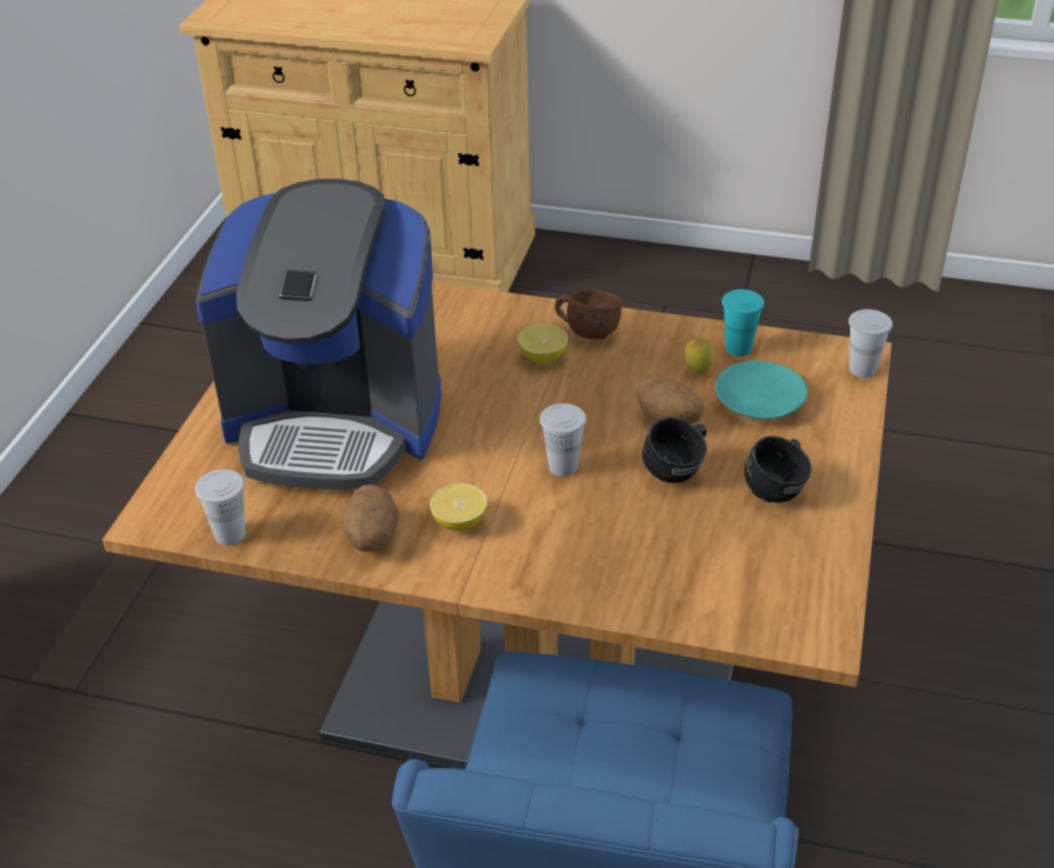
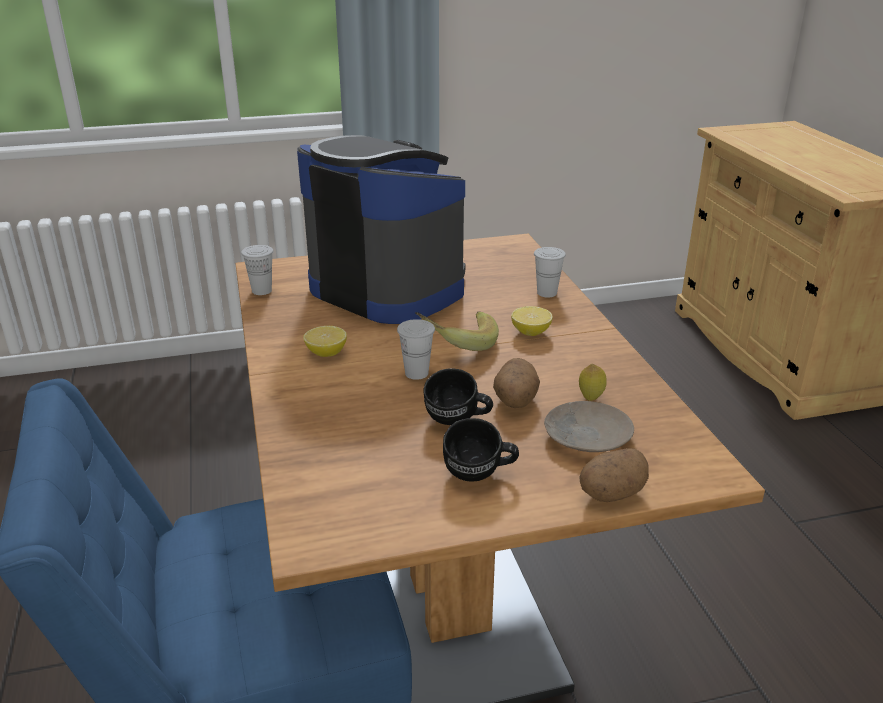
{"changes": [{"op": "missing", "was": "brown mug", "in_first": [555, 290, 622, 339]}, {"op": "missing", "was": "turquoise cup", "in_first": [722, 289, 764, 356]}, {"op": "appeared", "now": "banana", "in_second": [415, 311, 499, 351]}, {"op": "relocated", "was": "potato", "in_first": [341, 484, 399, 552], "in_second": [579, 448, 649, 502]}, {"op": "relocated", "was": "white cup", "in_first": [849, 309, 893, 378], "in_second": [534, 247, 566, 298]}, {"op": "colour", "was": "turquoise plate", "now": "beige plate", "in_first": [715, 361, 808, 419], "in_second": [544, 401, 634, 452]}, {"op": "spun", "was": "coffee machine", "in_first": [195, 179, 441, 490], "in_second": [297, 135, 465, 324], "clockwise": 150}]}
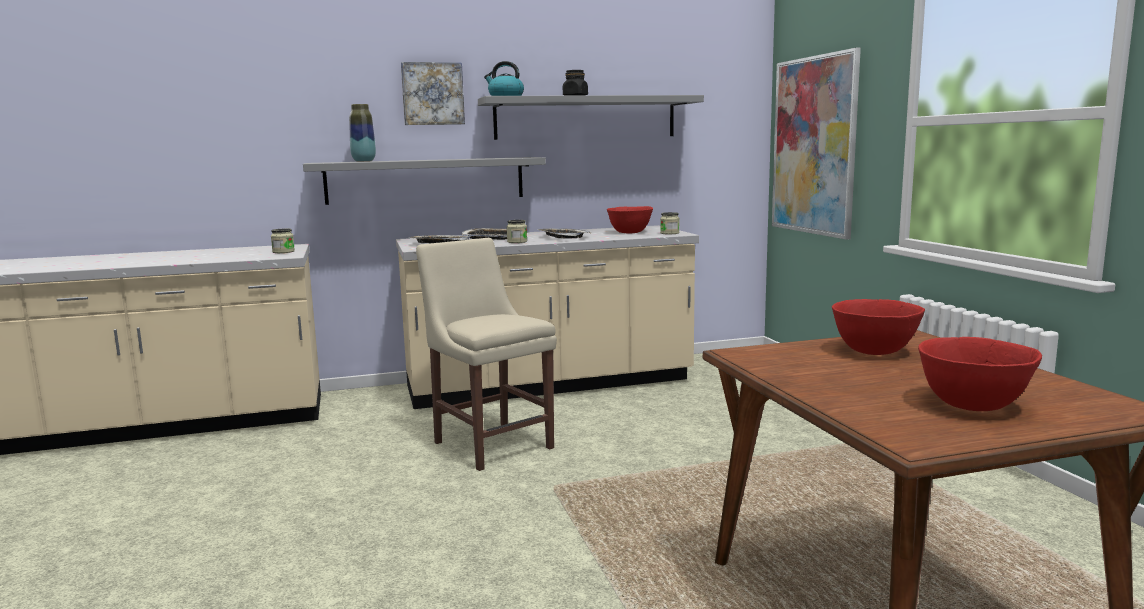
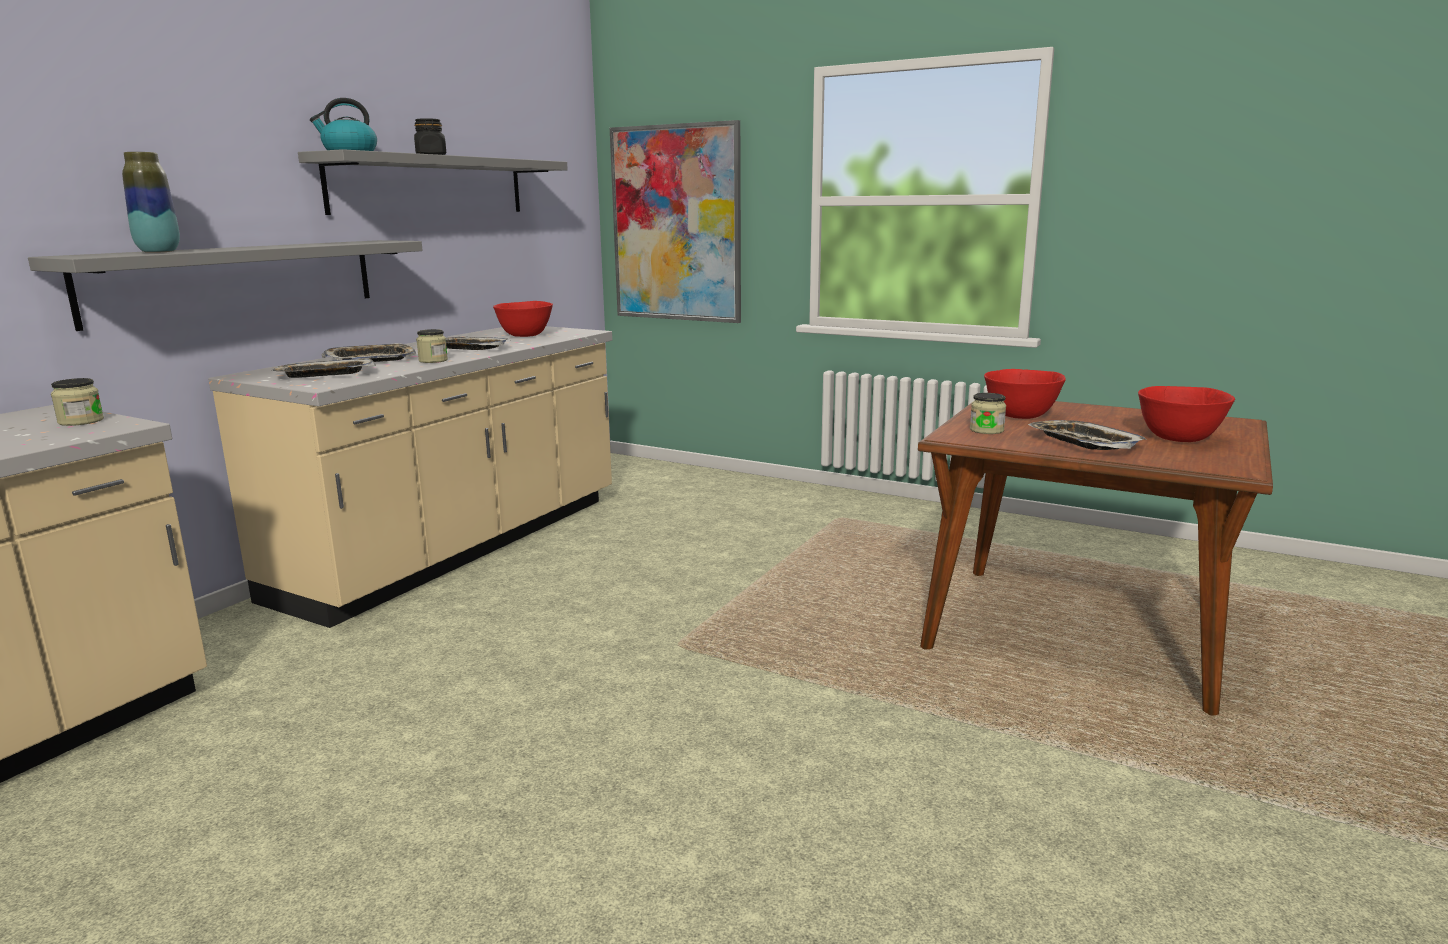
{"changes": [{"op": "missing", "was": "picture", "in_first": [401, 62, 465, 125]}, {"op": "missing", "was": "beige chair", "in_first": [416, 238, 557, 471]}, {"op": "appeared", "now": "tray", "in_second": [1028, 420, 1147, 450]}, {"op": "relocated", "was": "jar", "in_first": [660, 212, 680, 234], "in_second": [970, 393, 1006, 434]}]}
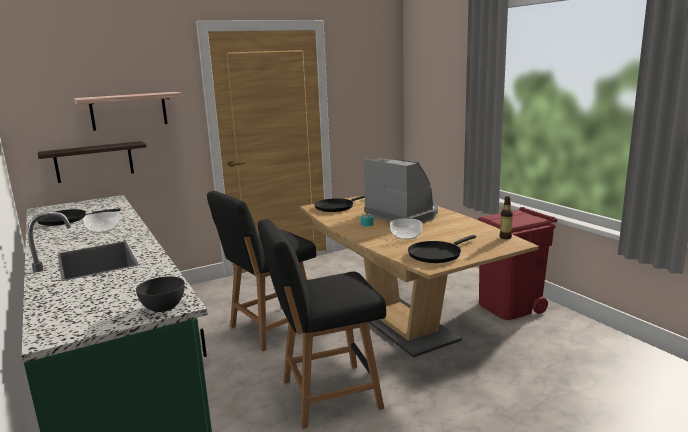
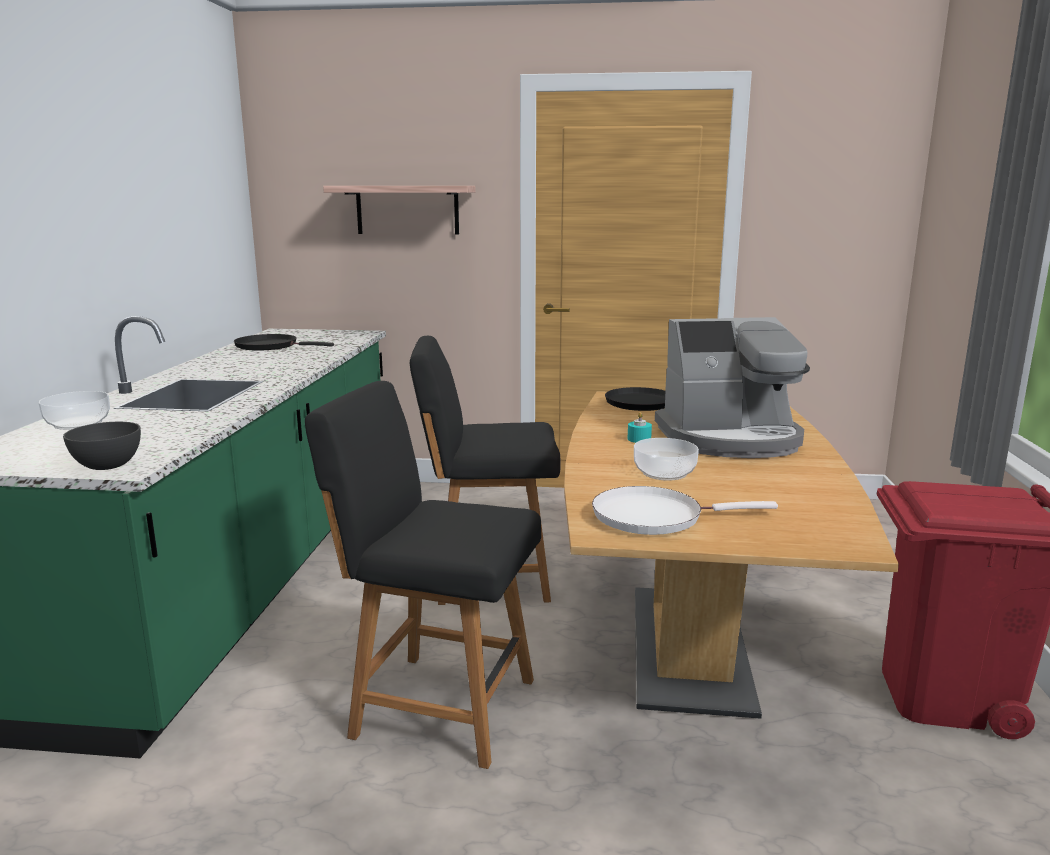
{"changes": [{"op": "missing", "was": "shelf", "in_first": [38, 141, 147, 183]}, {"op": "missing", "was": "bottle", "in_first": [500, 196, 513, 239]}, {"op": "relocated", "was": "bowl", "in_first": [83, 212, 119, 233], "in_second": [38, 391, 110, 430]}, {"op": "colour", "was": "black frying pan", "now": "white frying pan", "in_first": [408, 235, 476, 263], "in_second": [592, 486, 778, 535]}, {"op": "spun", "was": "coffee machine", "in_first": [364, 158, 438, 223], "in_second": [655, 317, 810, 458], "clockwise": 90}]}
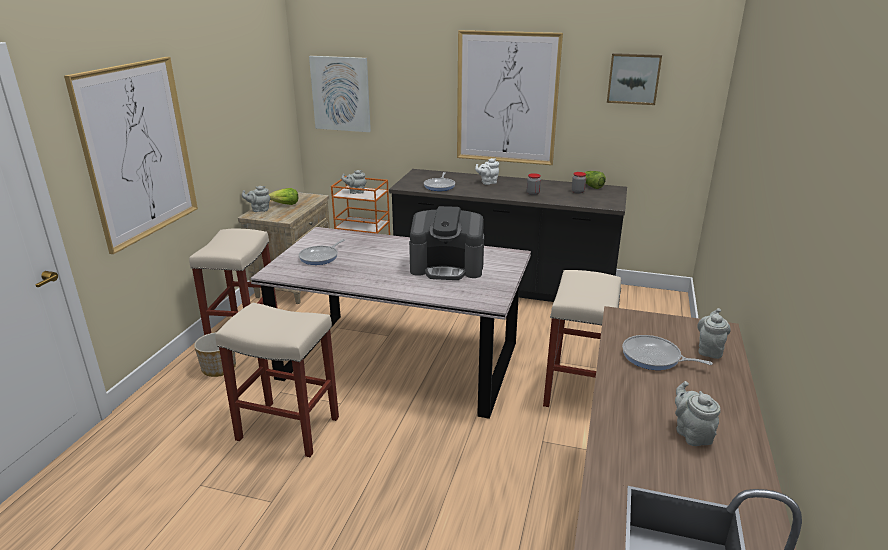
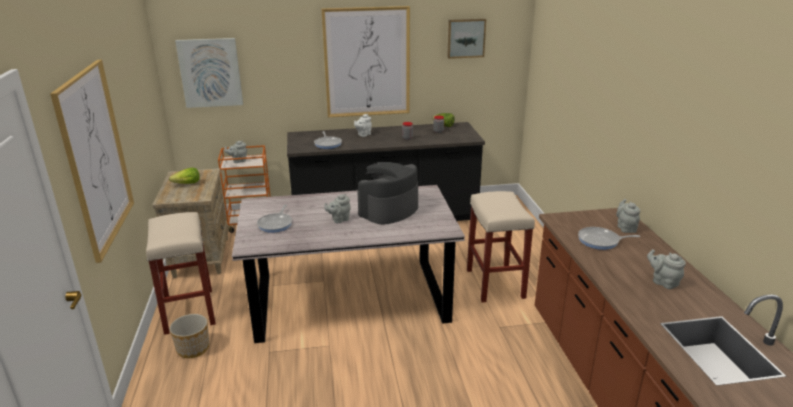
{"changes": [{"op": "missing", "was": "beige stool", "in_first": [215, 303, 339, 457]}, {"op": "relocated", "was": "grey teapot", "in_first": [242, 186, 271, 212], "in_second": [324, 194, 351, 223]}, {"op": "spun", "was": "coffee machine", "in_first": [409, 206, 484, 280], "in_second": [357, 162, 418, 224], "clockwise": 150}]}
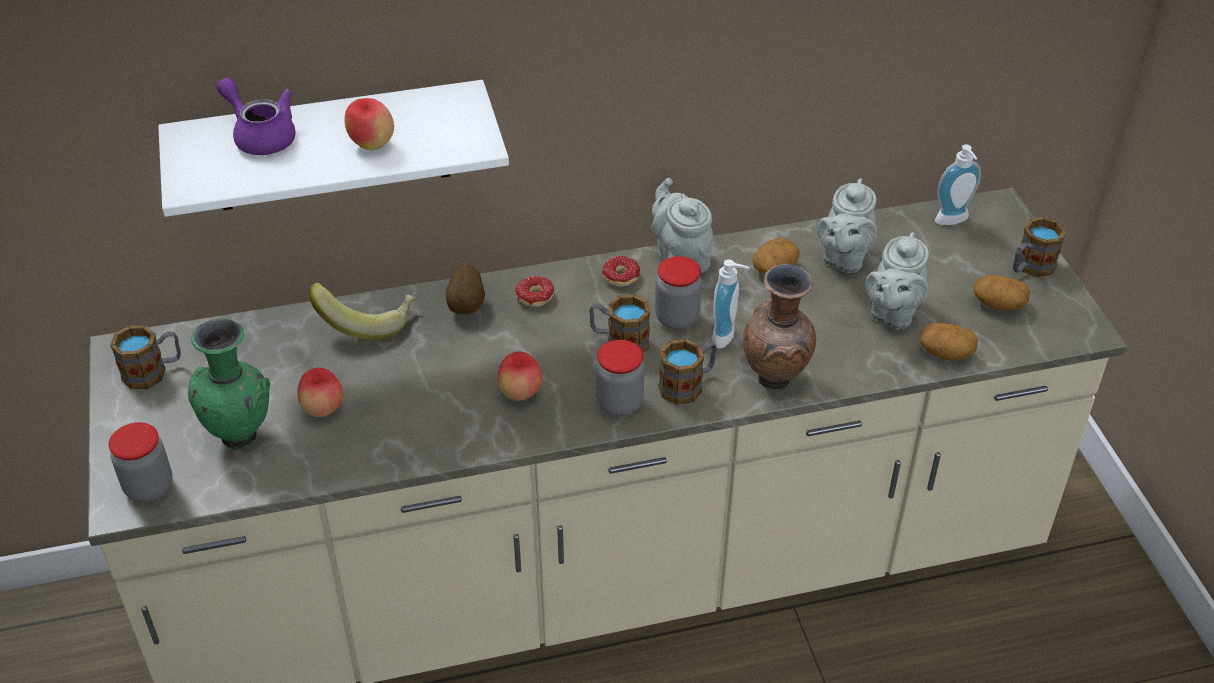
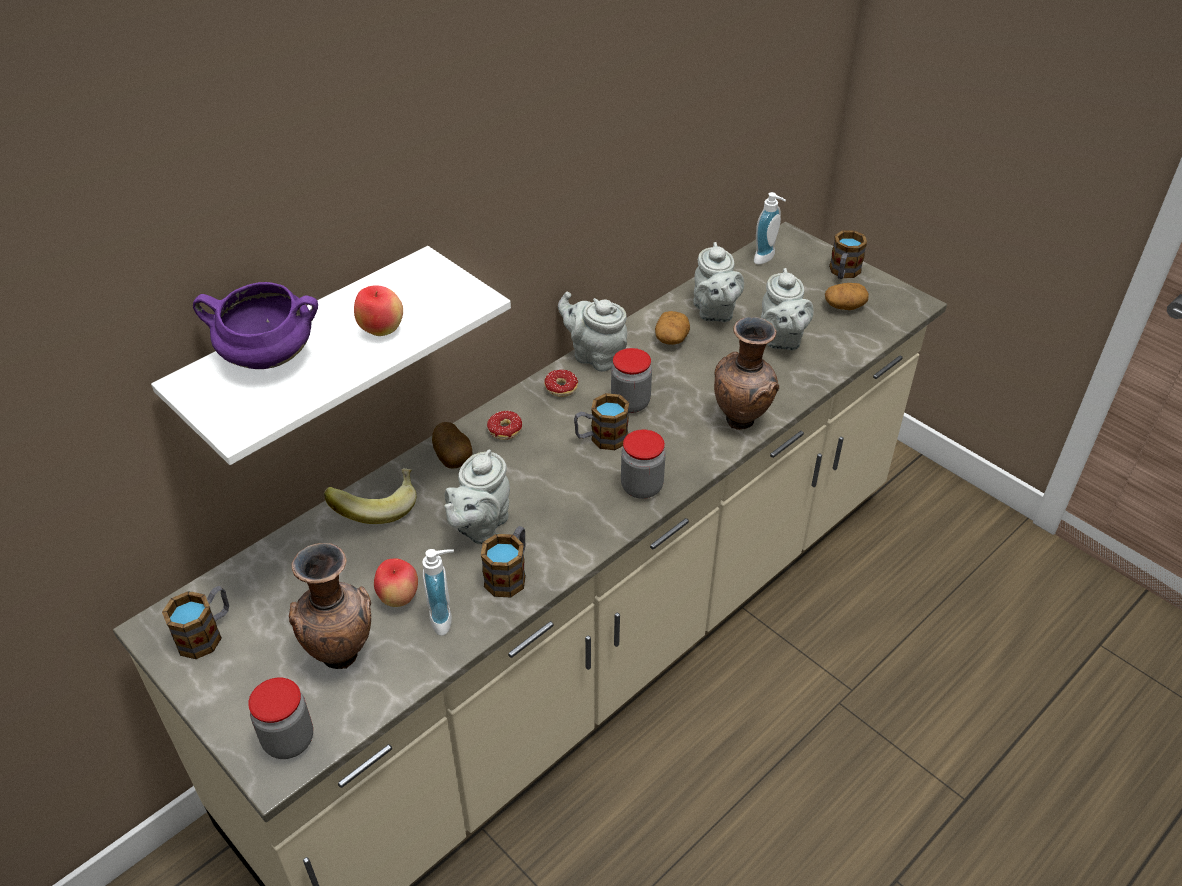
{"changes": [{"op": "missing", "was": "apple", "in_first": [498, 352, 542, 401]}, {"op": "missing", "was": "potato", "in_first": [920, 323, 978, 360]}, {"op": "appeared", "now": "grey teapot", "in_second": [444, 450, 510, 544]}, {"op": "relocated", "was": "mug", "in_first": [658, 339, 717, 405], "in_second": [481, 526, 526, 597]}, {"op": "relocated", "was": "soap dispenser", "in_first": [712, 259, 750, 349], "in_second": [422, 549, 454, 636]}, {"op": "exchanged", "was": "purple teapot", "now": "purple cooking pot", "in_first": [217, 78, 295, 155], "in_second": [193, 282, 318, 369]}, {"op": "colour", "was": "green vase", "now": "brown vase", "in_first": [188, 318, 270, 450], "in_second": [289, 543, 371, 669]}]}
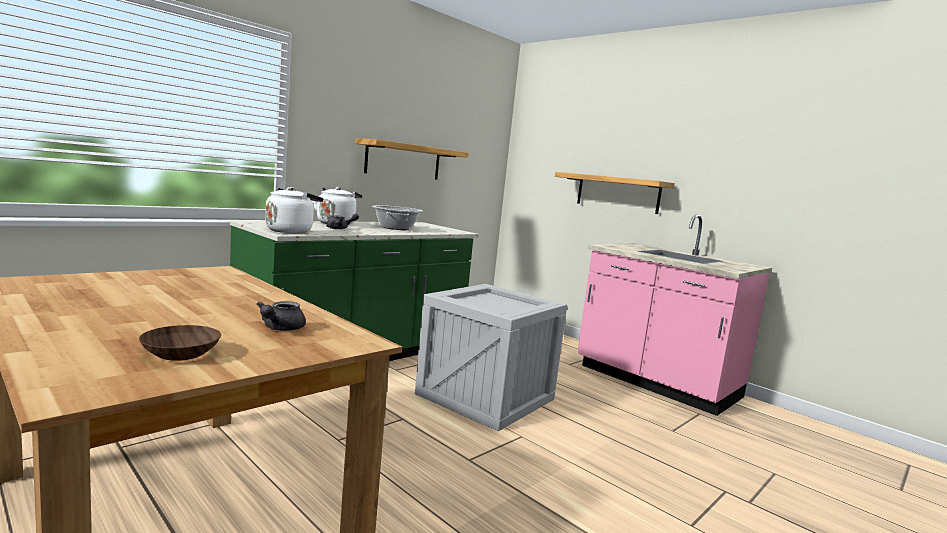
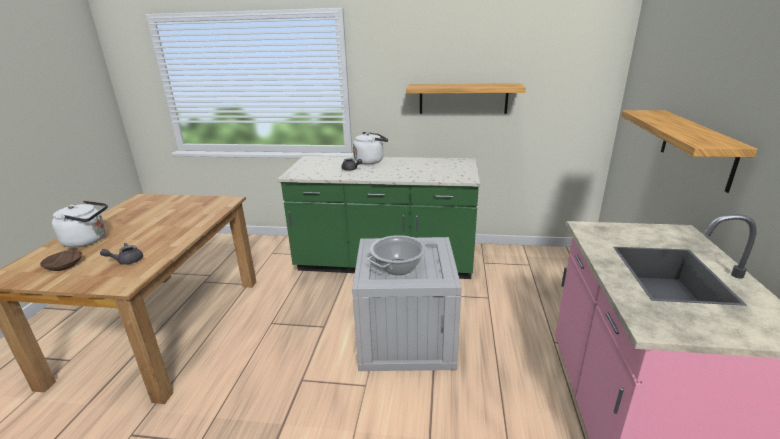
{"changes": [{"op": "relocated", "was": "white kettle", "in_first": [265, 187, 324, 233], "in_second": [52, 200, 108, 248]}, {"op": "relocated", "was": "cooking pot", "in_first": [372, 205, 422, 230], "in_second": [367, 235, 427, 275]}]}
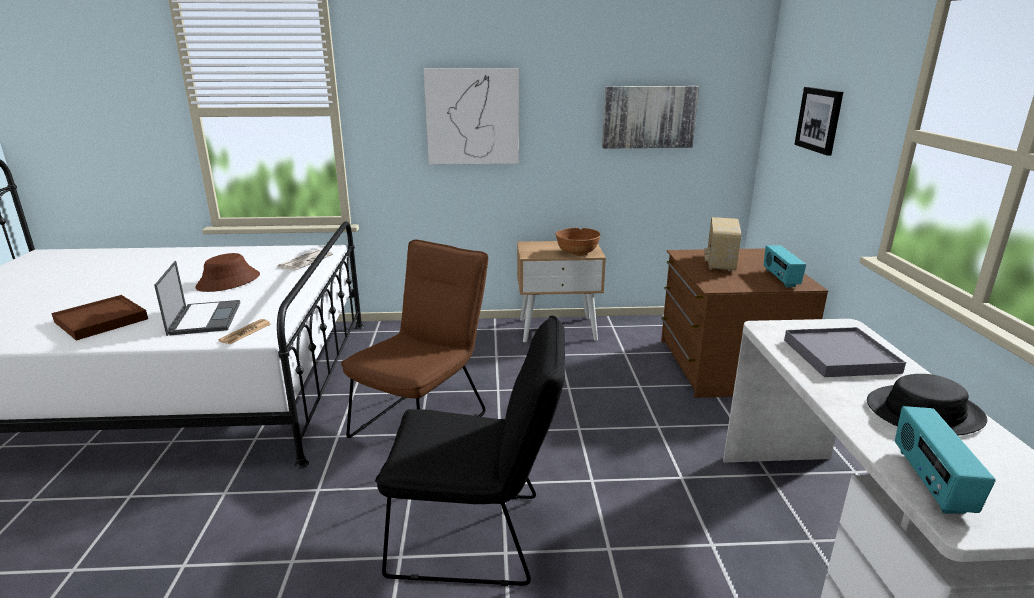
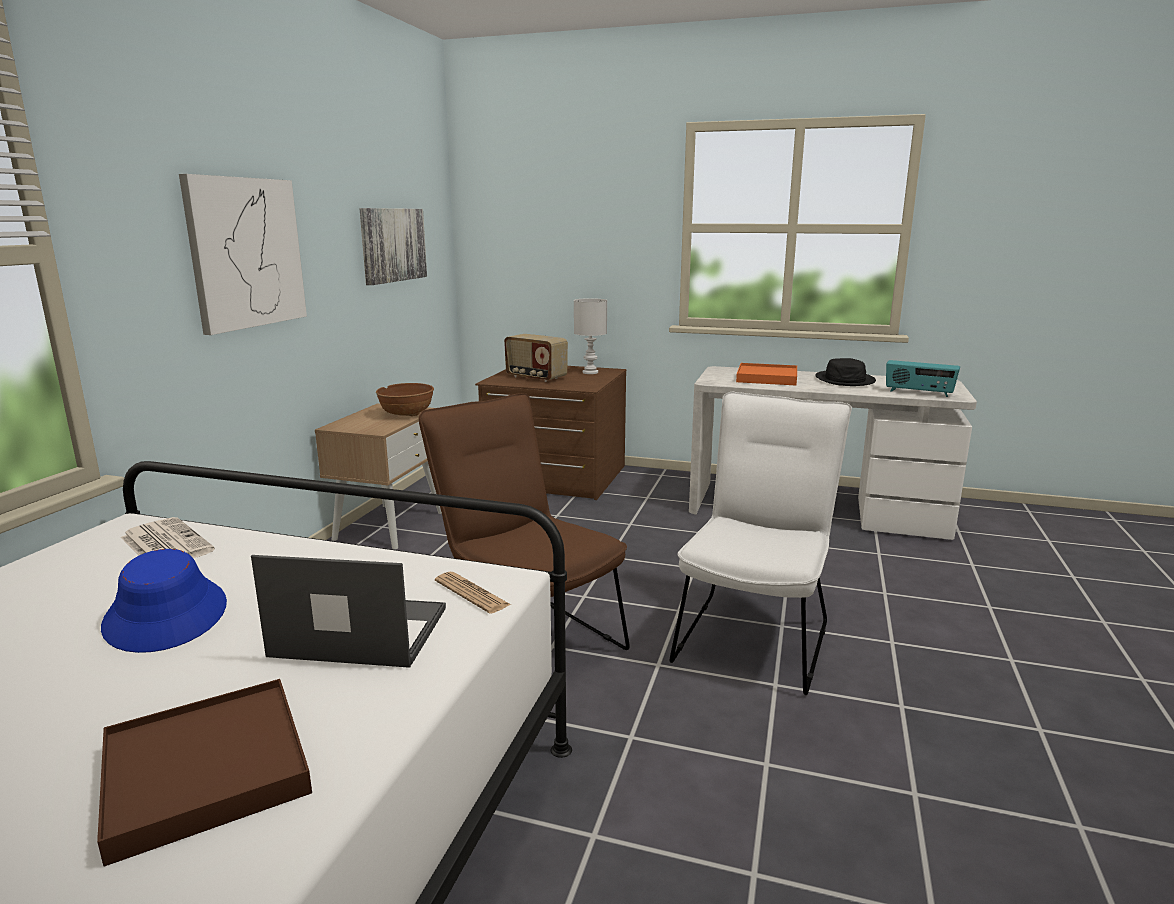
{"changes": [{"op": "missing", "was": "picture", "in_first": [794, 87, 843, 155]}, {"op": "exchanged", "was": "radio", "now": "white table lamp", "in_first": [764, 245, 806, 287], "in_second": [574, 298, 607, 374]}, {"op": "colour", "was": "brown hat", "now": "blue hat", "in_first": [195, 253, 260, 292], "in_second": [101, 549, 227, 653]}, {"op": "colour", "was": "black chair", "now": "white chair", "in_first": [375, 316, 565, 586], "in_second": [670, 392, 852, 695]}, {"op": "colour", "was": "grey tray", "now": "orange tray", "in_first": [784, 327, 906, 377], "in_second": [736, 363, 797, 385]}]}
